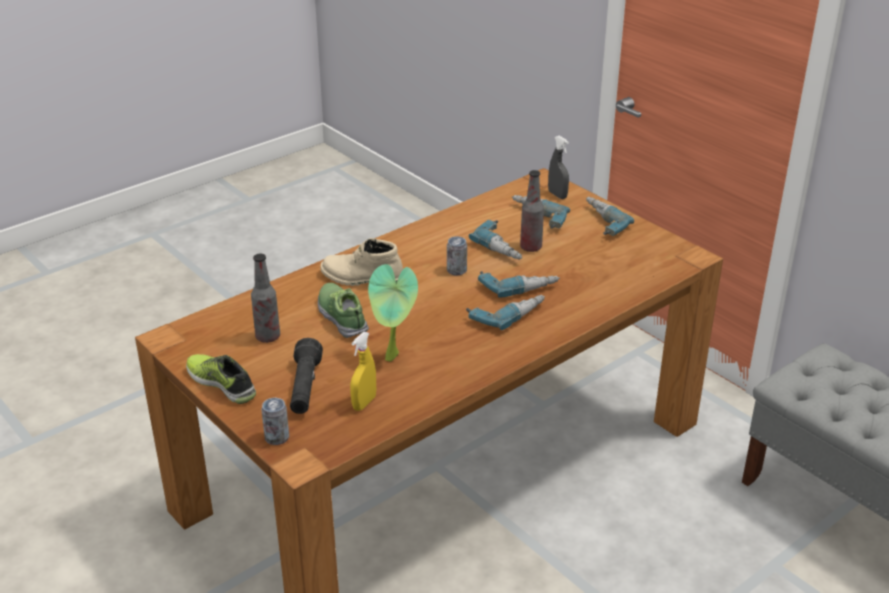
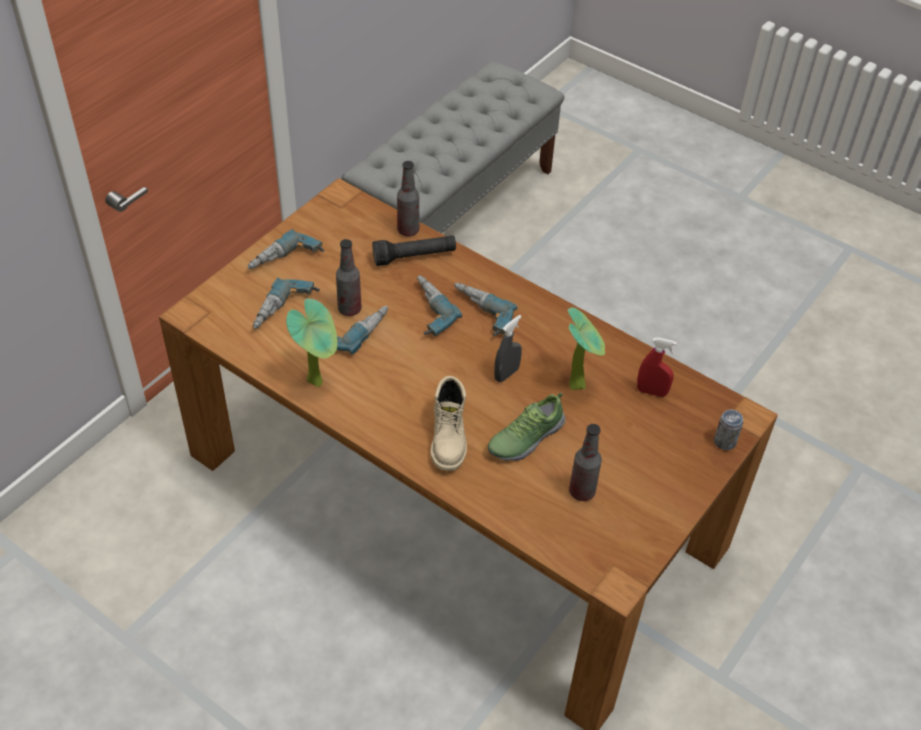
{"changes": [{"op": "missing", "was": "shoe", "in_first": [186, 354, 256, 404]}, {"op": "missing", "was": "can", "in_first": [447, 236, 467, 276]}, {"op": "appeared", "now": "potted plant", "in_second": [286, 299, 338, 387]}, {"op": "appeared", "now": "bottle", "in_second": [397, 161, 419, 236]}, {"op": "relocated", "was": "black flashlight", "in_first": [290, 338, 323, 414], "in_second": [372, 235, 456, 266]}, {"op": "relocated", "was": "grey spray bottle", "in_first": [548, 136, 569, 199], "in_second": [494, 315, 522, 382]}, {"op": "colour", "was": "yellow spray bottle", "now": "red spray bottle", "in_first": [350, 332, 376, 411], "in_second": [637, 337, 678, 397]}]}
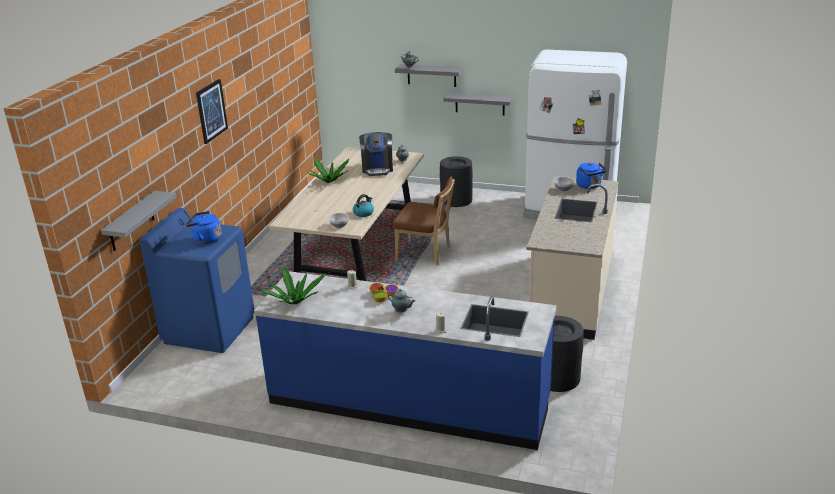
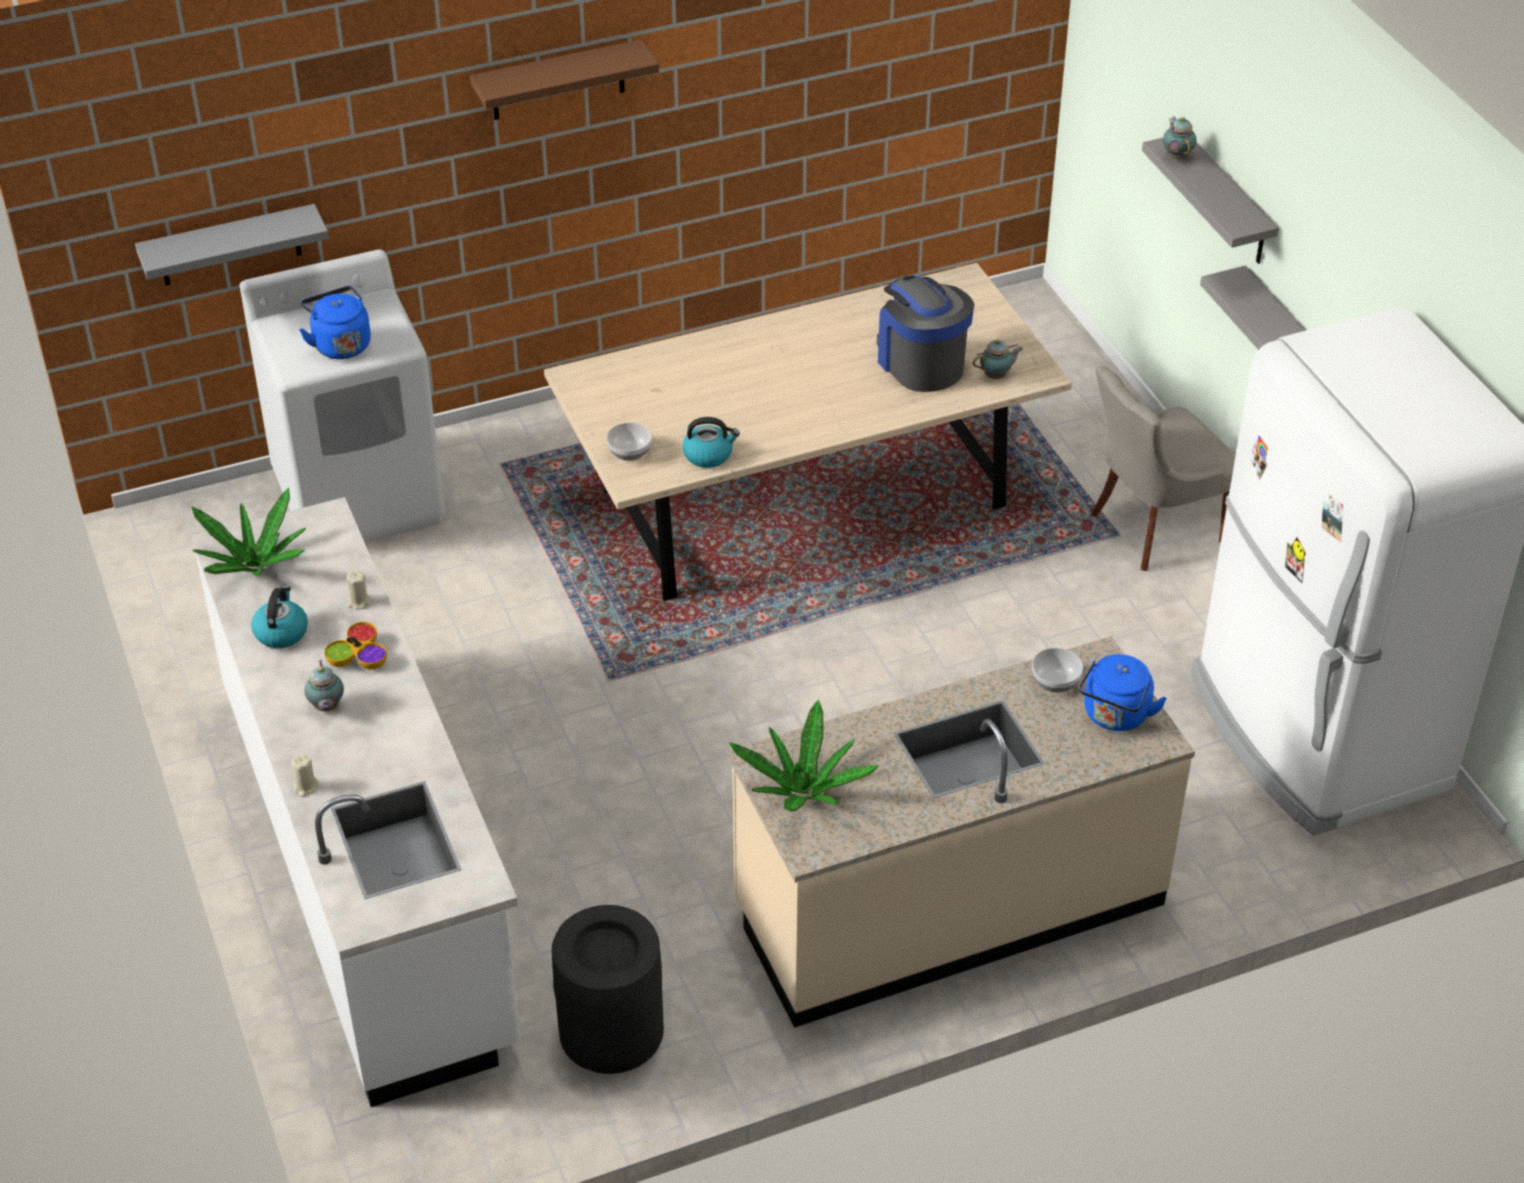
{"changes": [{"op": "missing", "was": "brown chair", "in_first": [393, 177, 455, 265]}, {"op": "appeared", "now": "kettle", "in_second": [251, 586, 308, 648]}, {"op": "relocated", "was": "potted plant", "in_first": [307, 158, 349, 183], "in_second": [729, 699, 879, 811]}, {"op": "exchanged", "was": "picture", "now": "brown shelf", "in_first": [196, 79, 228, 144], "in_second": [470, 39, 659, 120]}, {"op": "exchanged", "was": "black trash can", "now": "grey chair", "in_first": [440, 156, 473, 207], "in_second": [1091, 366, 1236, 571]}, {"op": "colour", "was": "blue washing machine", "now": "white washing machine", "in_first": [140, 208, 254, 353], "in_second": [239, 250, 445, 543]}, {"op": "colour", "was": "blue counter", "now": "white counter", "in_first": [254, 271, 557, 450], "in_second": [192, 497, 521, 1107]}, {"op": "spun", "was": "coffee machine", "in_first": [359, 132, 393, 176], "in_second": [877, 275, 975, 392], "clockwise": 105}]}
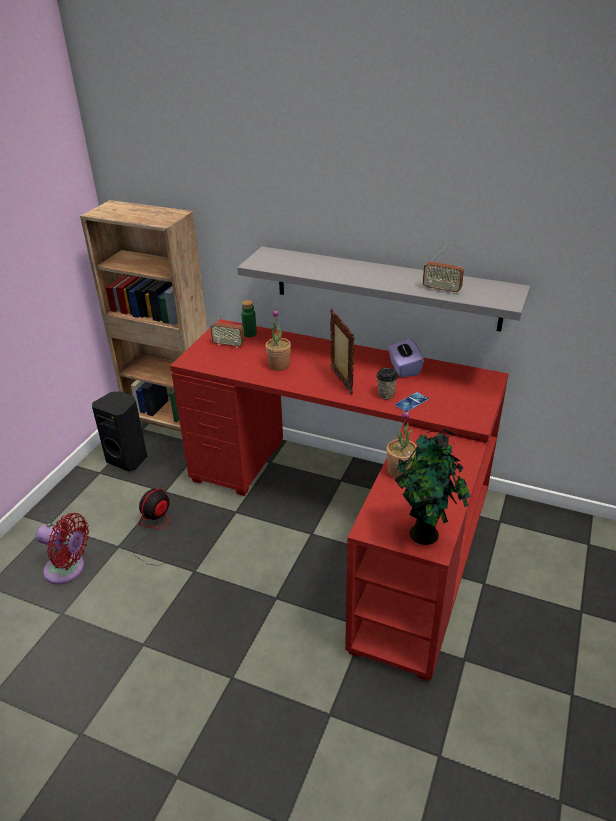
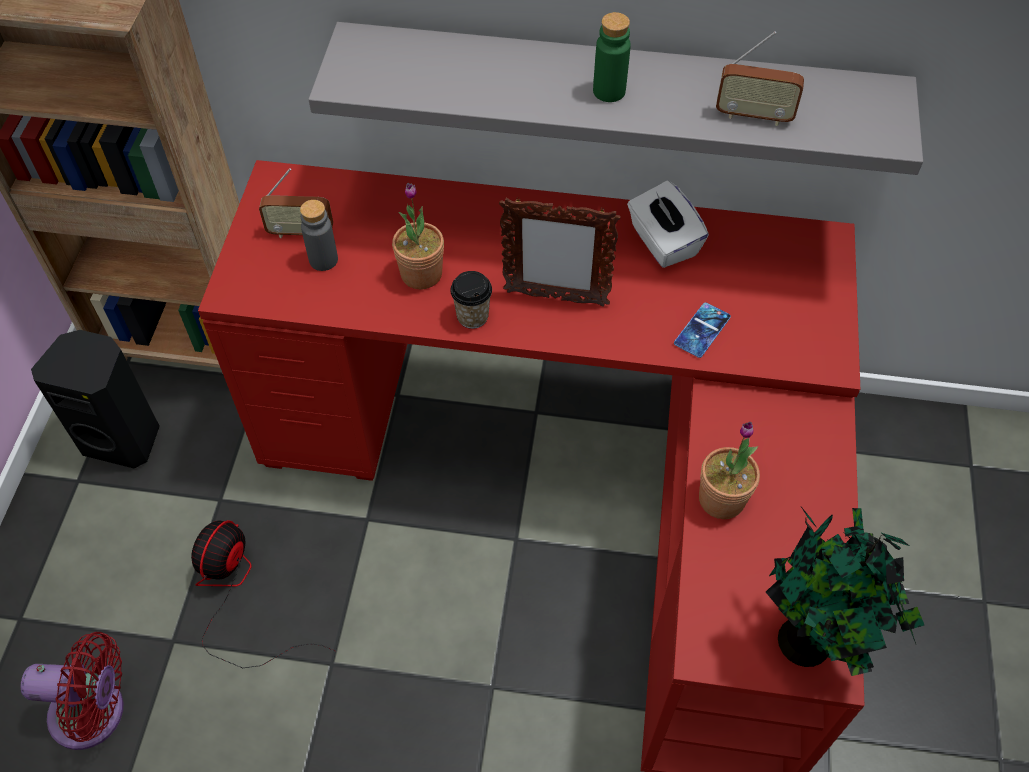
{"changes": [{"op": "appeared", "now": "grey bottle", "in_second": [300, 200, 338, 271]}, {"op": "relocated", "was": "green bottle", "in_first": [241, 300, 257, 337], "in_second": [593, 12, 631, 102]}, {"op": "relocated", "was": "cup", "in_first": [377, 368, 398, 399], "in_second": [450, 271, 492, 329]}, {"op": "colour", "was": "purple tissue box", "now": "white tissue box", "in_first": [388, 339, 424, 377], "in_second": [627, 180, 709, 268]}, {"op": "spun", "was": "picture frame", "in_first": [330, 309, 355, 394], "in_second": [499, 197, 621, 307], "clockwise": 135}]}
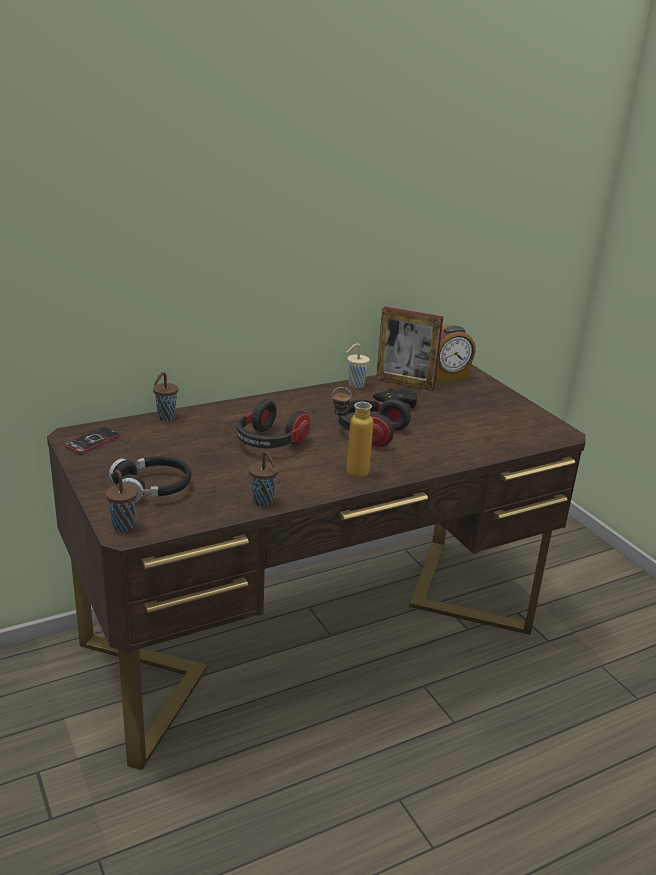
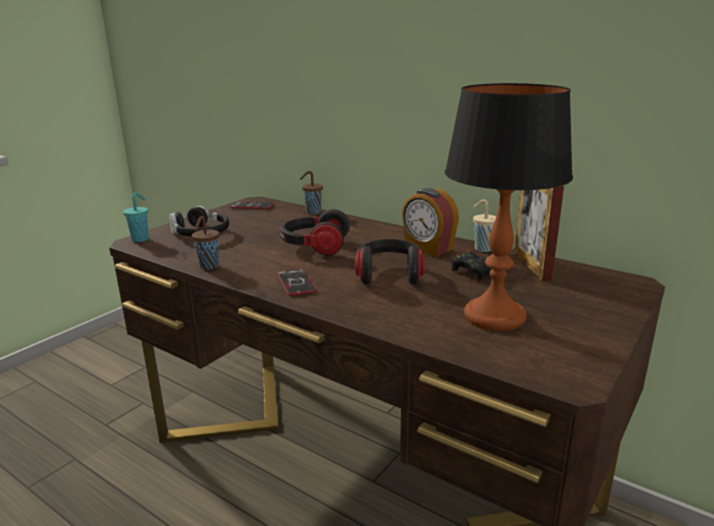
{"changes": [{"op": "appeared", "now": "table lamp", "in_second": [445, 83, 573, 331]}, {"op": "relocated", "was": "alarm clock", "in_first": [436, 324, 476, 382], "in_second": [402, 188, 459, 257]}, {"op": "exchanged", "was": "bottle", "now": "phone", "in_first": [332, 387, 373, 478], "in_second": [277, 269, 316, 296]}, {"op": "colour", "was": "brown cup", "now": "turquoise cup", "in_first": [105, 470, 137, 532], "in_second": [123, 193, 149, 242]}]}
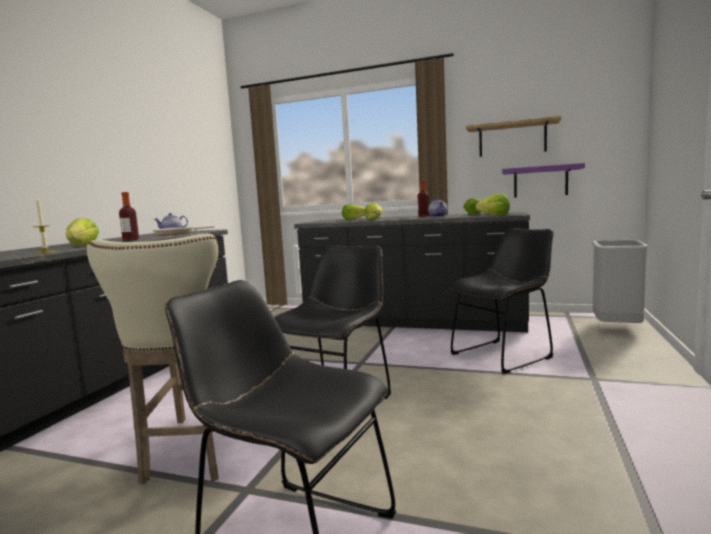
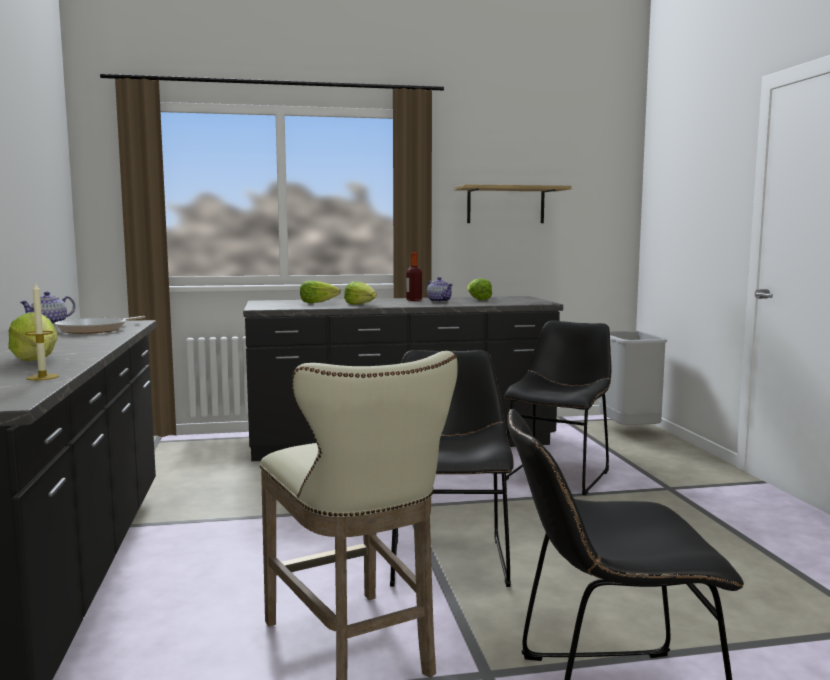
{"changes": [{"op": "missing", "was": "bottle", "in_first": [119, 192, 139, 241]}, {"op": "missing", "was": "lettuce", "in_first": [475, 194, 510, 215]}, {"op": "missing", "was": "purple shelf", "in_first": [502, 163, 585, 198]}]}
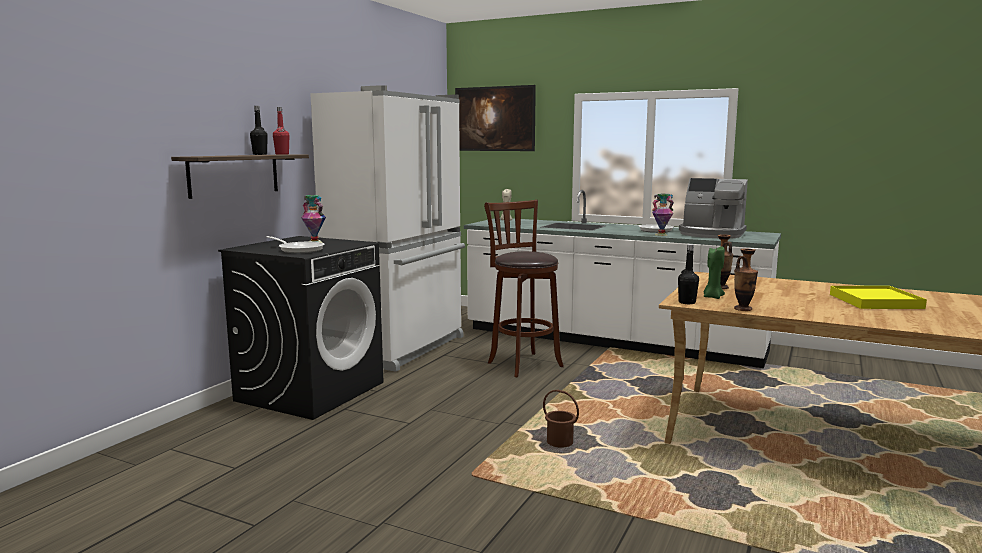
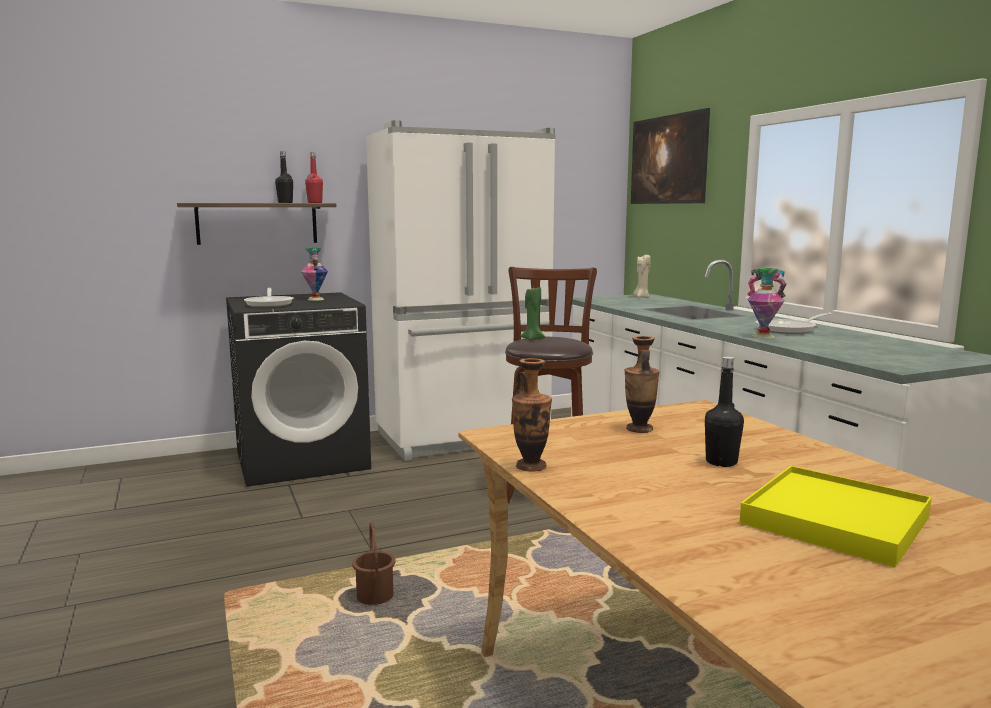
{"changes": [{"op": "missing", "was": "coffee machine", "in_first": [679, 178, 748, 238]}, {"op": "relocated", "was": "black bottle", "in_first": [678, 244, 699, 304], "in_second": [705, 356, 744, 467]}, {"op": "relocated", "was": "green candle", "in_first": [704, 247, 725, 299], "in_second": [520, 287, 545, 341]}]}
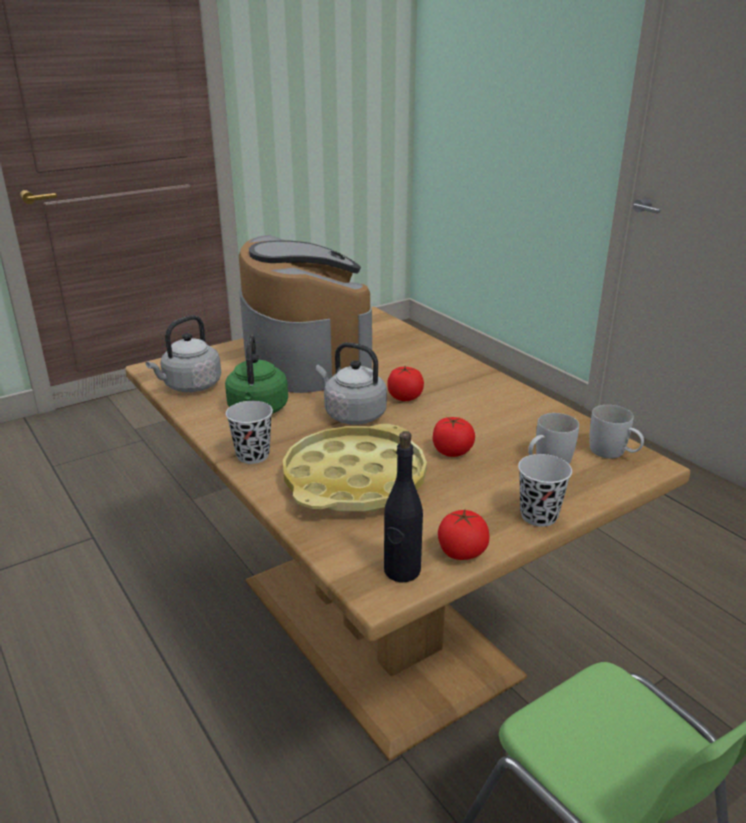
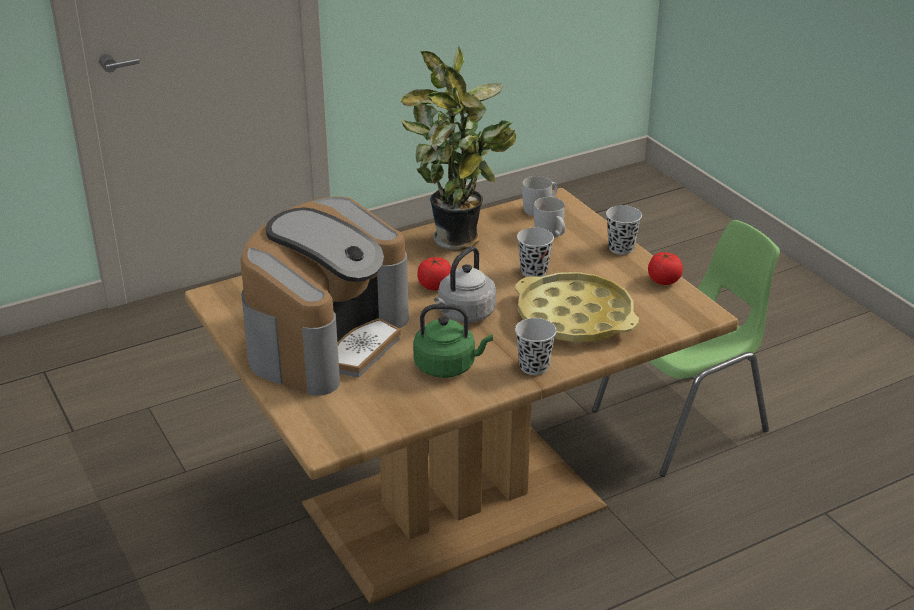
{"changes": [{"op": "missing", "was": "grey kettle", "in_first": [146, 315, 221, 392]}, {"op": "missing", "was": "black bottle", "in_first": [384, 431, 423, 583]}, {"op": "appeared", "now": "potted plant", "in_second": [400, 46, 517, 251]}, {"op": "exchanged", "was": "tomato", "now": "black cup", "in_first": [433, 417, 475, 457], "in_second": [517, 228, 554, 277]}, {"op": "spun", "was": "coffee machine", "in_first": [239, 235, 372, 393], "in_second": [241, 197, 409, 396], "clockwise": 135}]}
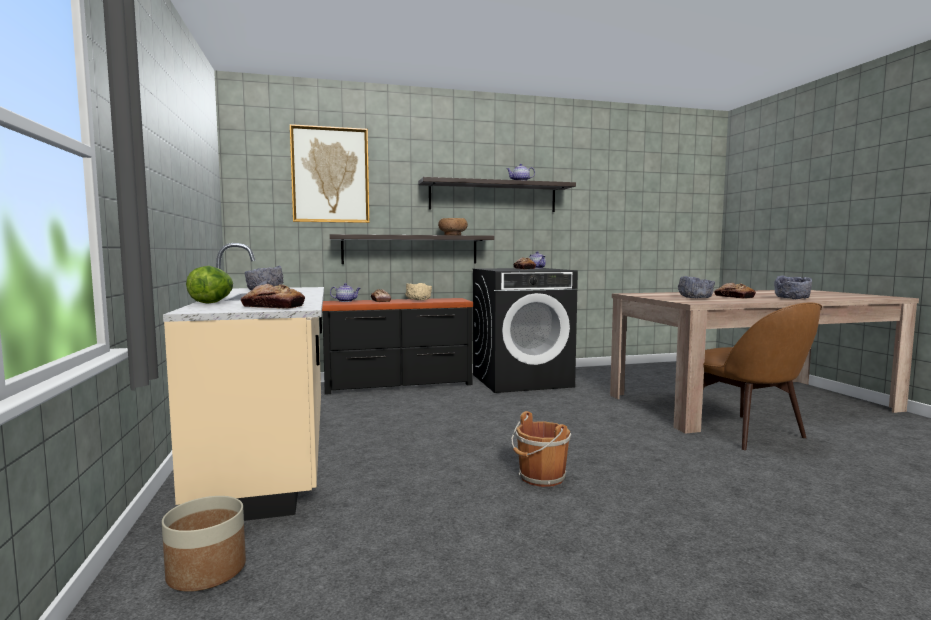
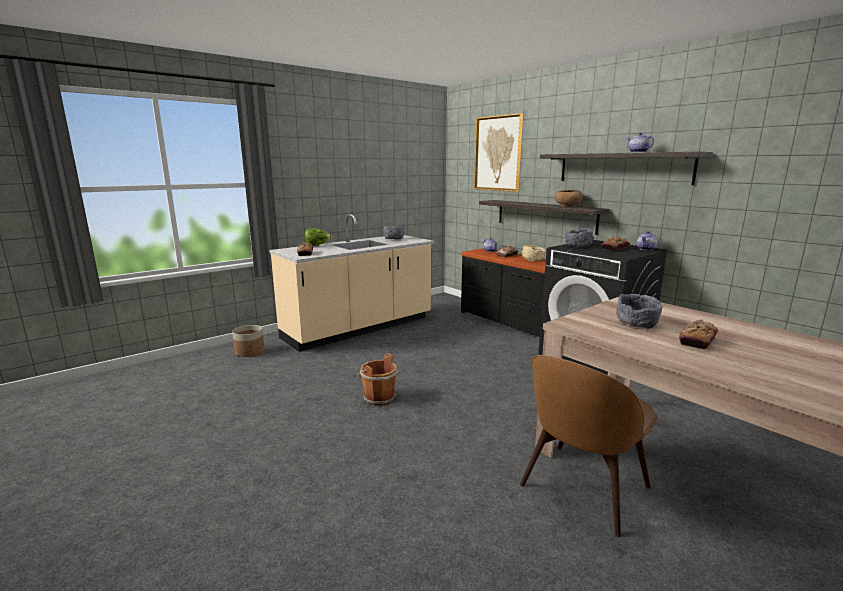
{"changes": [{"op": "relocated", "was": "grey bowl", "in_first": [774, 275, 812, 299], "in_second": [565, 228, 594, 247]}]}
